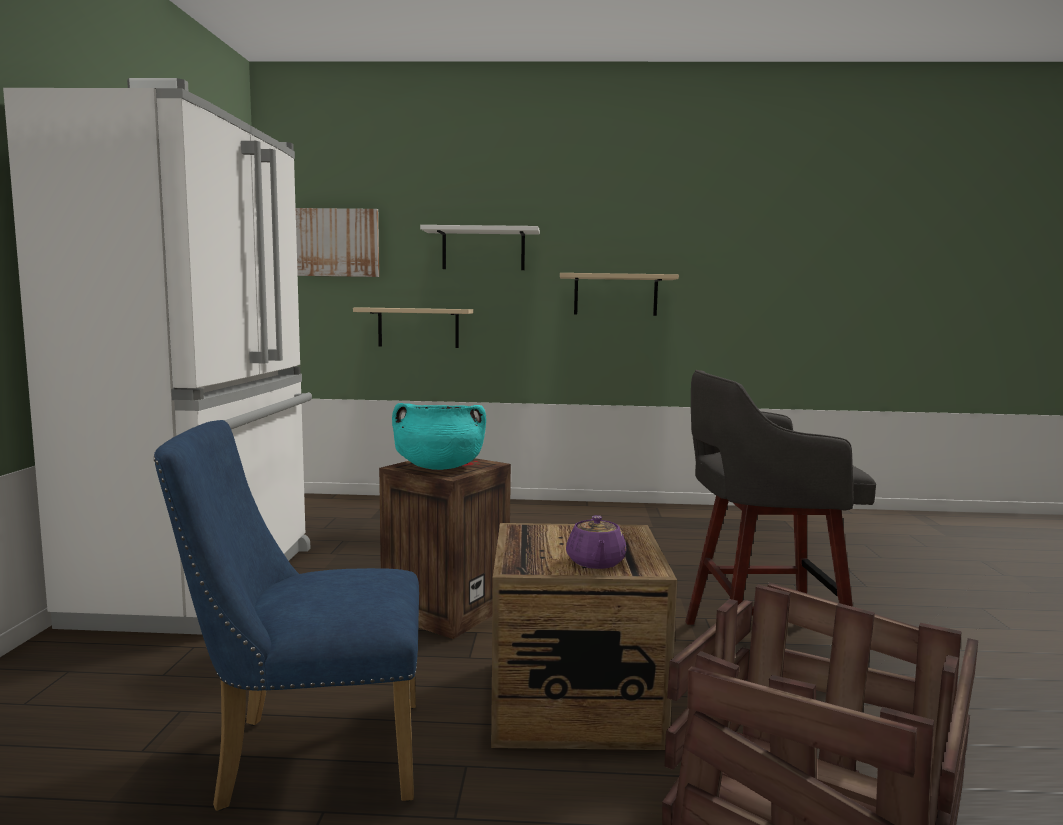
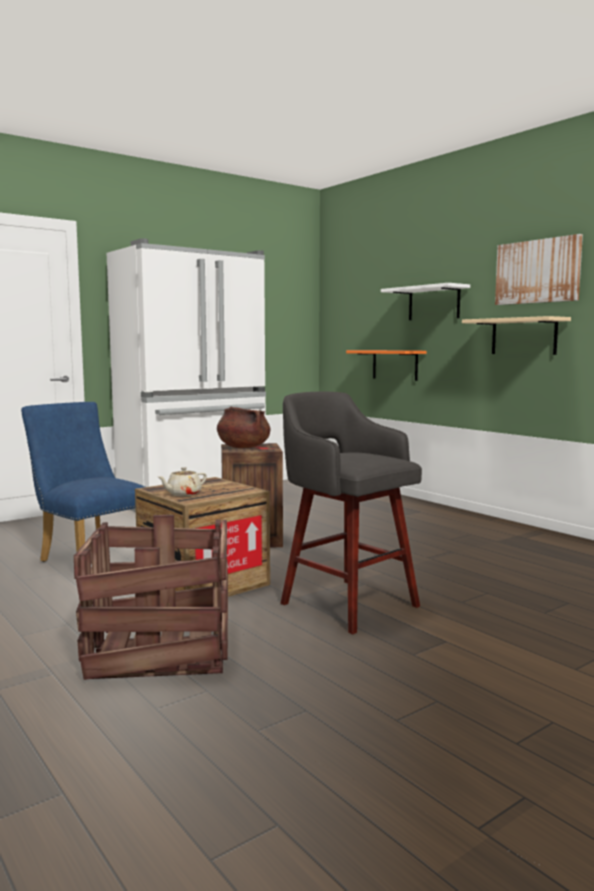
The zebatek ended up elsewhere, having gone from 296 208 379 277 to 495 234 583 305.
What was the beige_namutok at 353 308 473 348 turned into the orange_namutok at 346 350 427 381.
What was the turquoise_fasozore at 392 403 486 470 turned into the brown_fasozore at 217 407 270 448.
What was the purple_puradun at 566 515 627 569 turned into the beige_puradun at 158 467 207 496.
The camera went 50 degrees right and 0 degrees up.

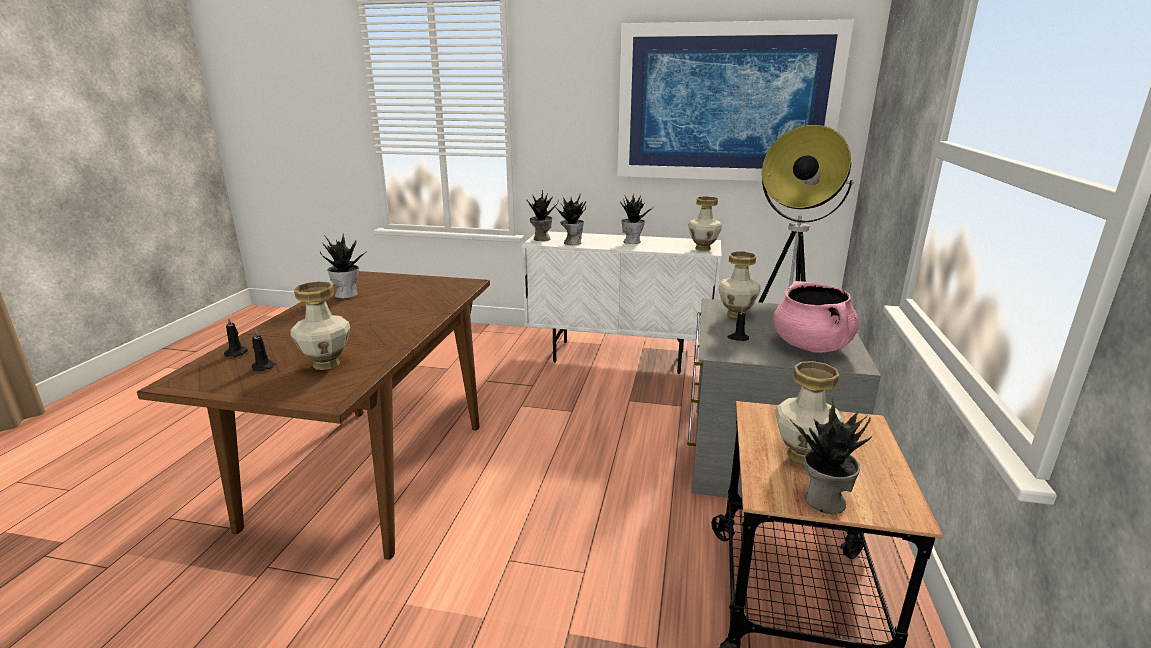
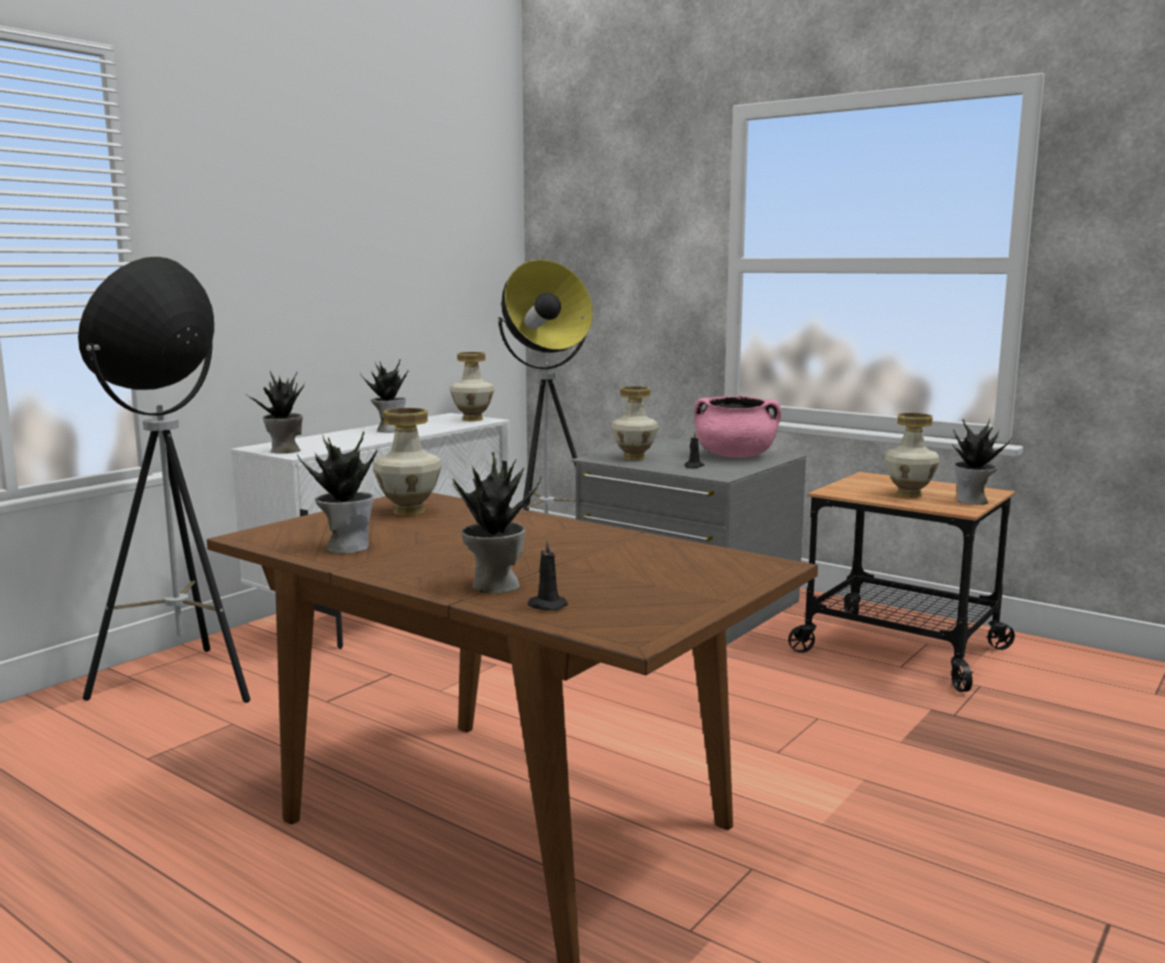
The second view lost the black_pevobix at 252 329 275 371.
The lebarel ended up elsewhere, having gone from 291 281 350 370 to 373 408 442 516.
The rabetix ended up elsewhere, having gone from 554 194 586 245 to 452 452 541 594.
The second view lost the zebatek at 617 19 854 181.
The second view gained the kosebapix at 78 256 250 703.
The camera went 65 degrees left and 10 degrees down.

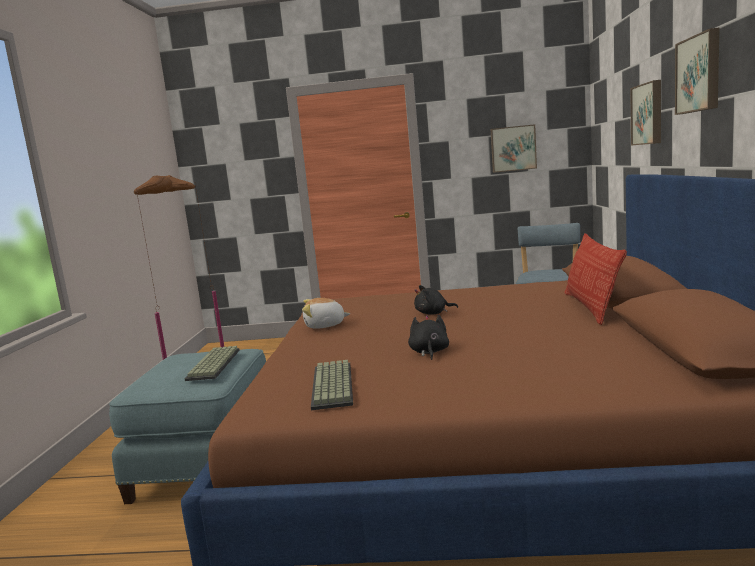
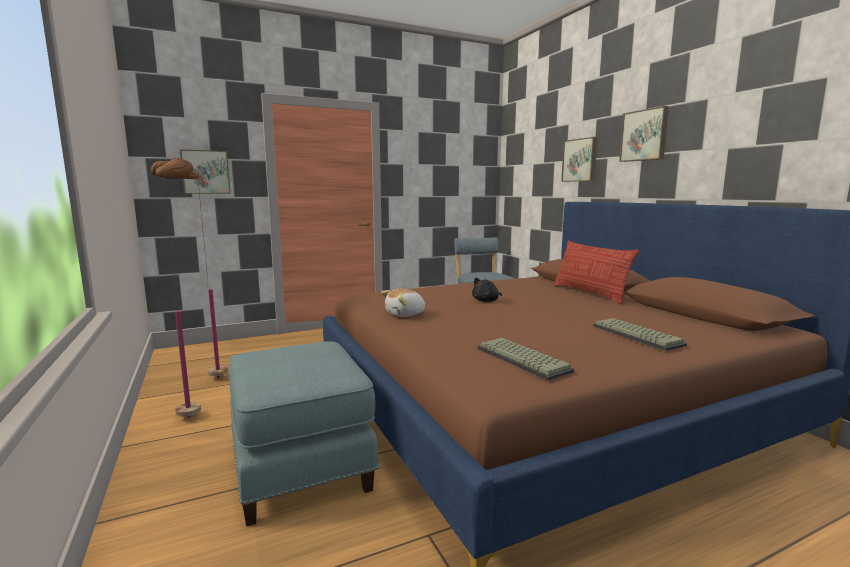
The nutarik ended up elsewhere, having gone from 185 346 240 381 to 593 318 687 351.
The second view lost the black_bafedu at 408 315 449 360.
The zebatek ended up elsewhere, having gone from 491 124 537 173 to 180 149 231 194.
The camera went 30 degrees left and 0 degrees up.

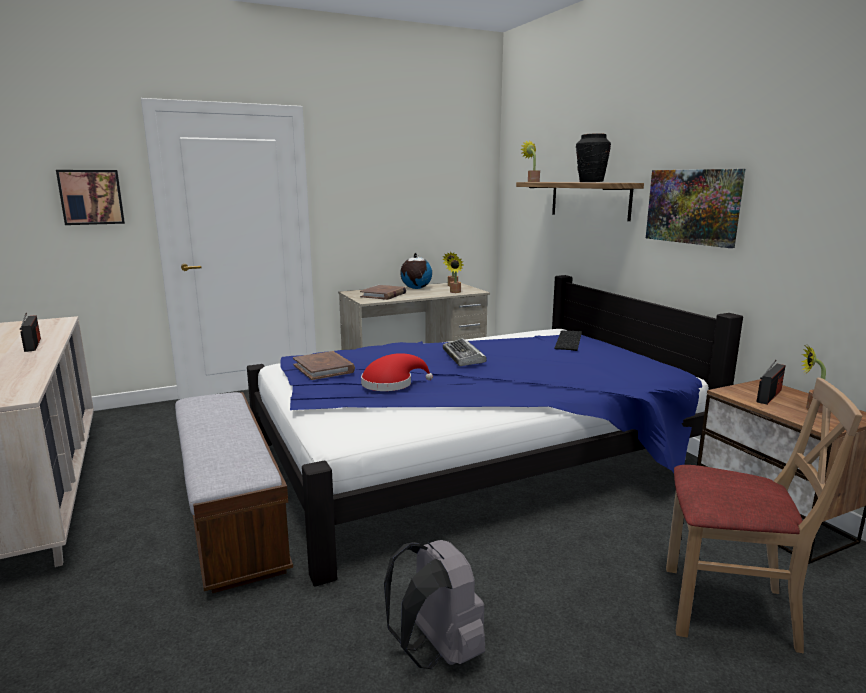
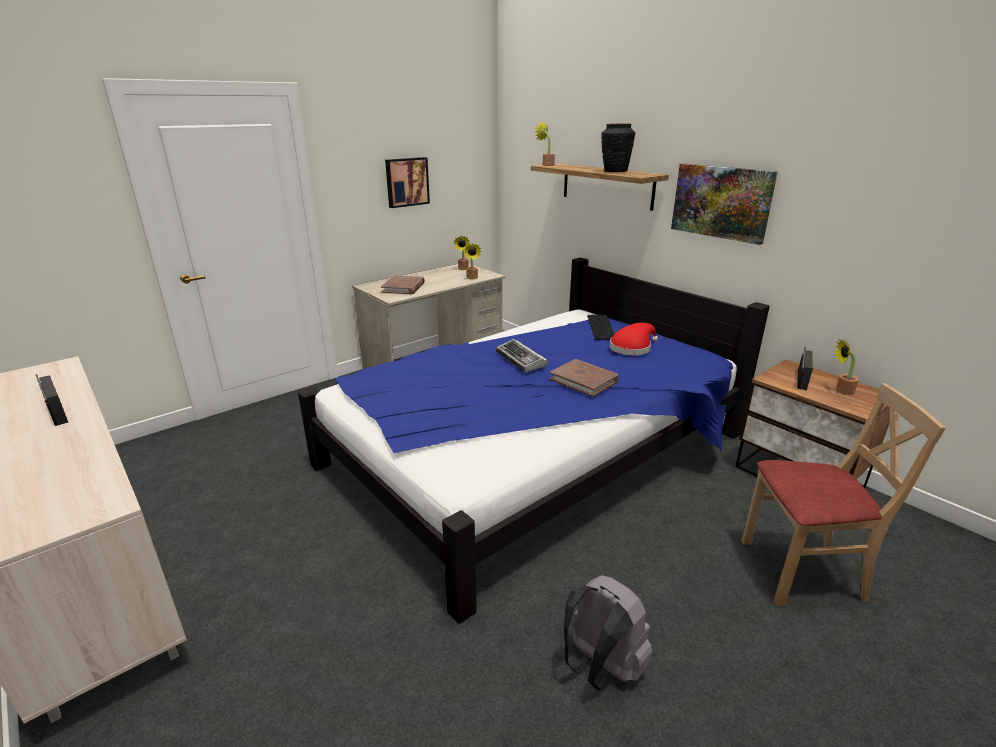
The zebatek ended up elsewhere, having gone from 56 170 125 225 to 385 157 430 208.
The second view lost the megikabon at 175 392 293 593.
The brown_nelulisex ended up elsewhere, having gone from 293 351 355 380 to 550 359 619 397.
The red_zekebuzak ended up elsewhere, having gone from 361 353 433 391 to 610 323 658 356.
The second view lost the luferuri at 400 253 432 289.
The camera went 15 degrees left and 10 degrees up.

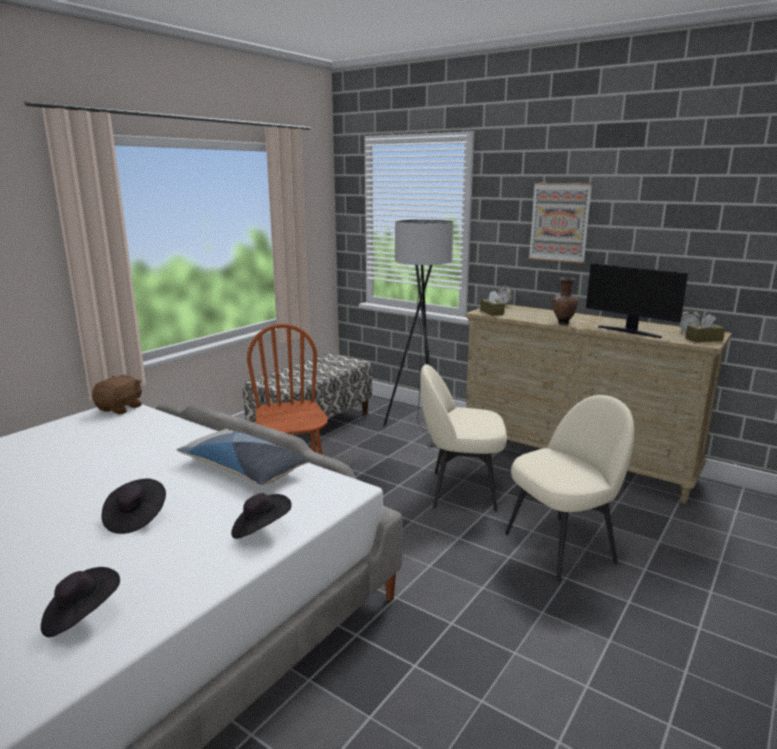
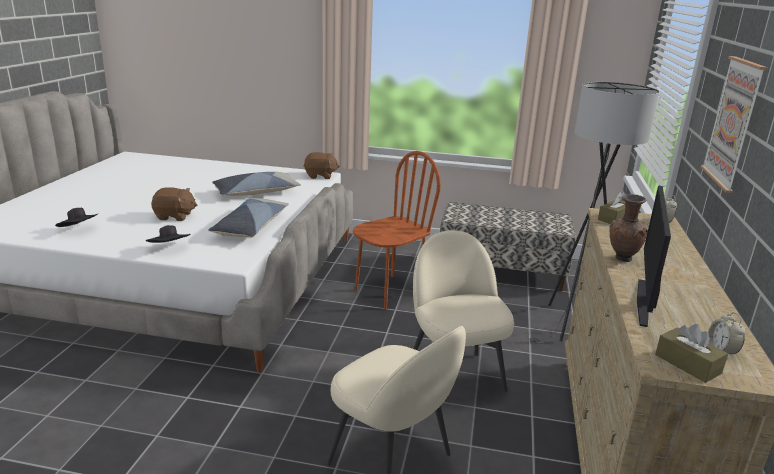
Where the black_zekebuzak stood at 101 478 166 534, the brown_bafedu came to stand at 151 187 197 221.
The second view gained the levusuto at 212 172 301 196.
The camera went 65 degrees right and 5 degrees up.

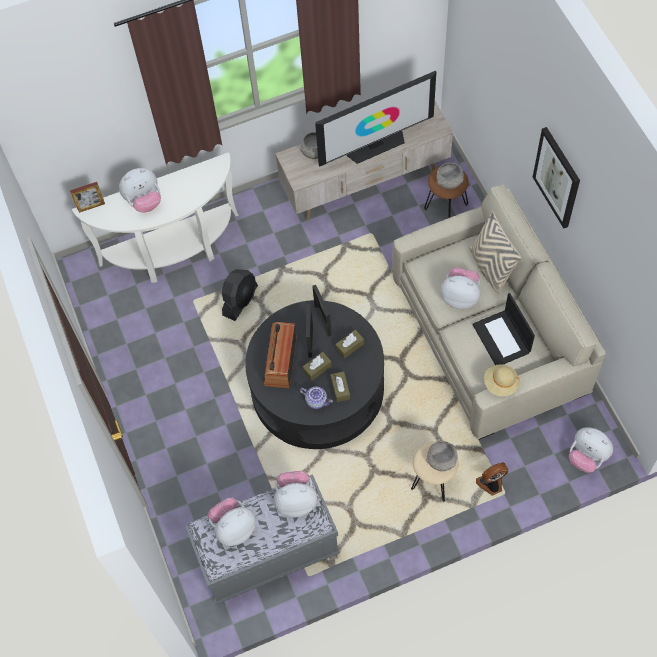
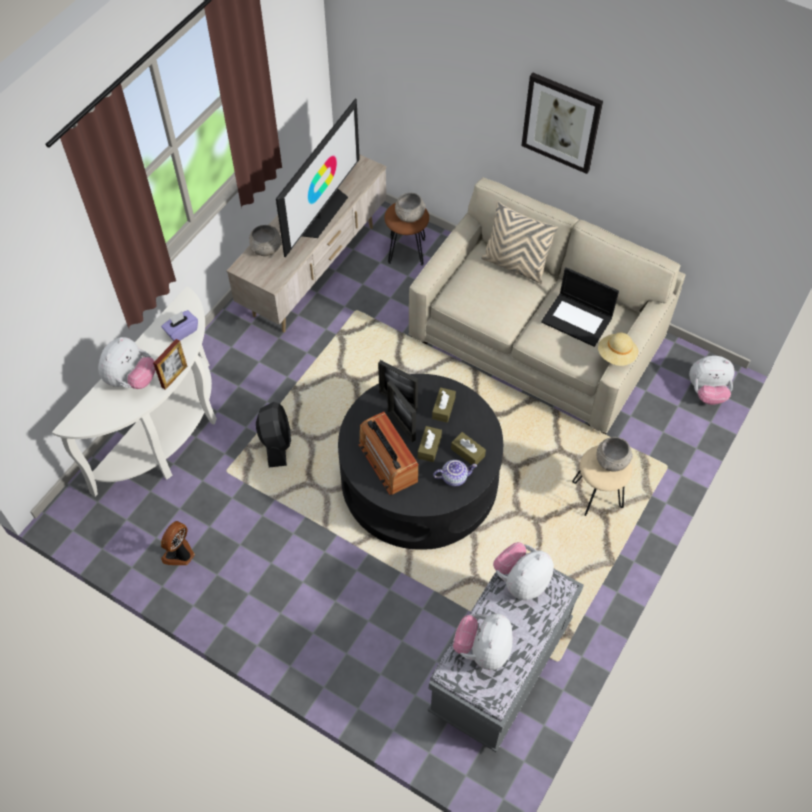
The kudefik ended up elsewhere, having gone from 70 182 105 213 to 153 339 187 390.
The second view lost the bafedu at 441 267 481 309.
The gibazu ended up elsewhere, having gone from 476 463 508 496 to 161 521 195 565.
The second view gained the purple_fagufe at 161 310 198 341.
The camera went 40 degrees left and 5 degrees down.

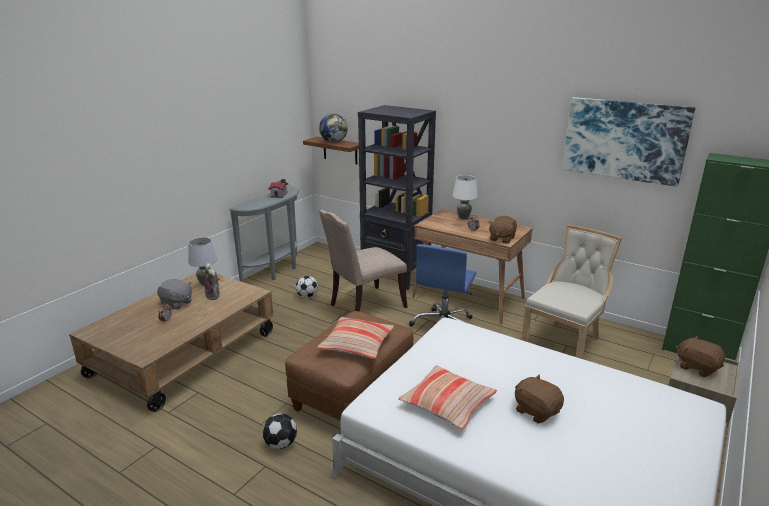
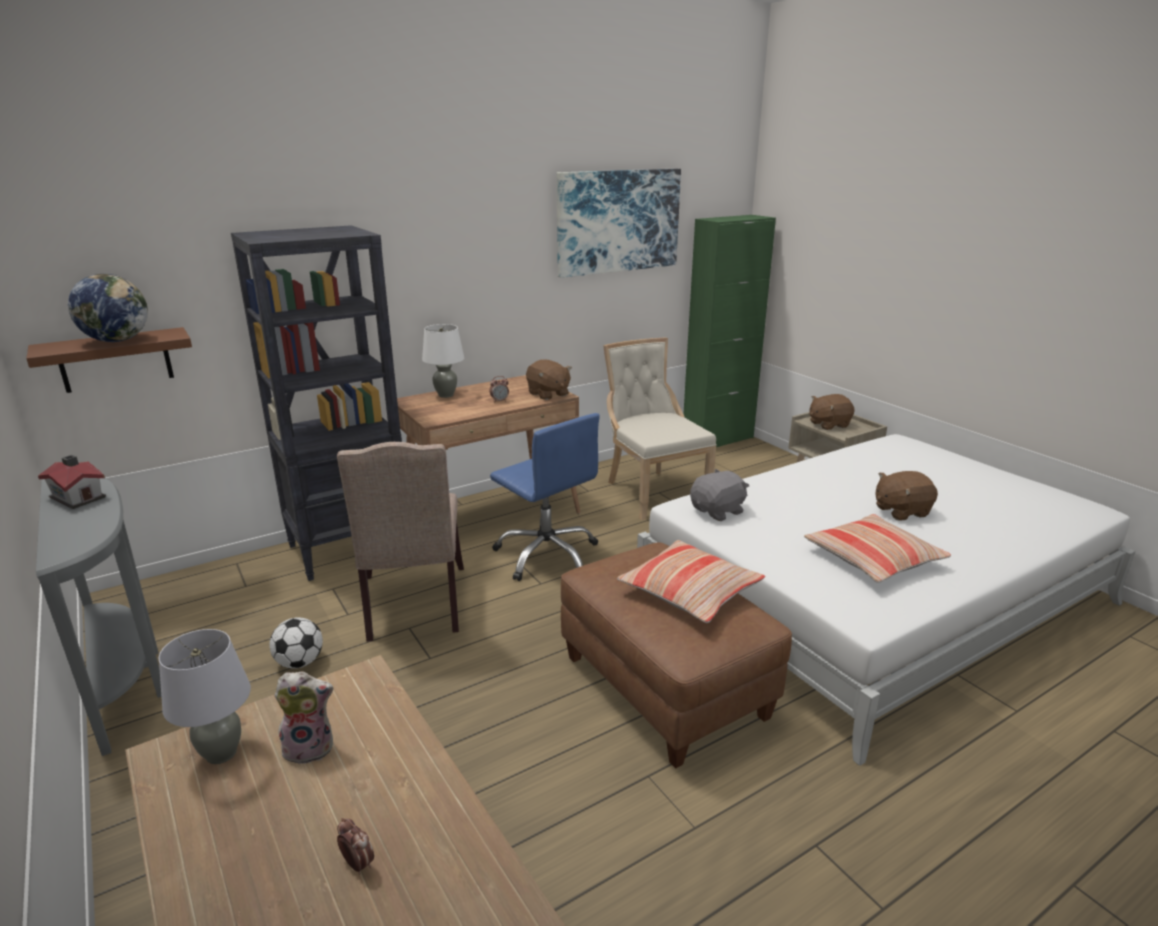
The grey_bafedu ended up elsewhere, having gone from 157 279 192 309 to 690 469 749 521.
The second view lost the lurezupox at 263 413 297 449.
The camera went 65 degrees left and 0 degrees up.

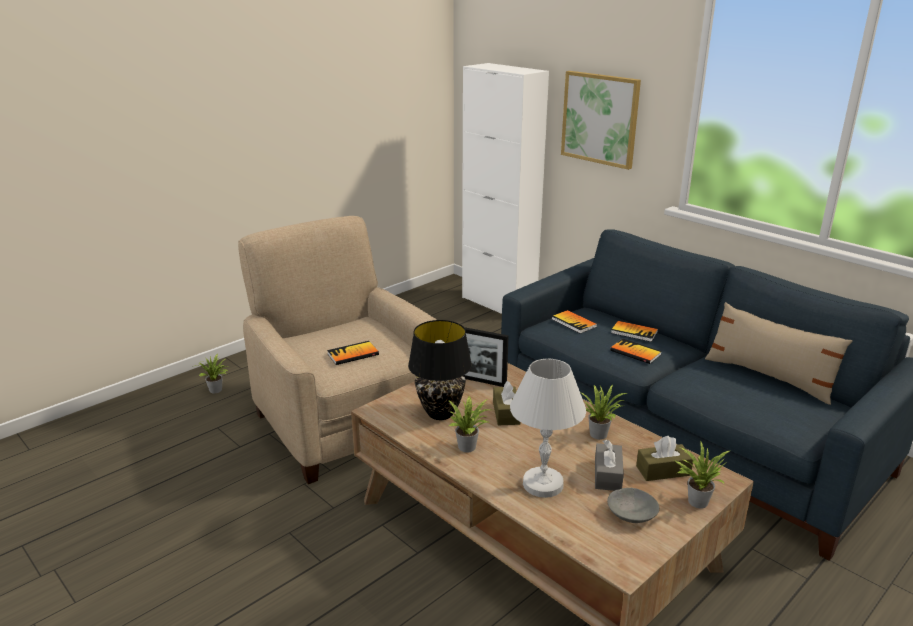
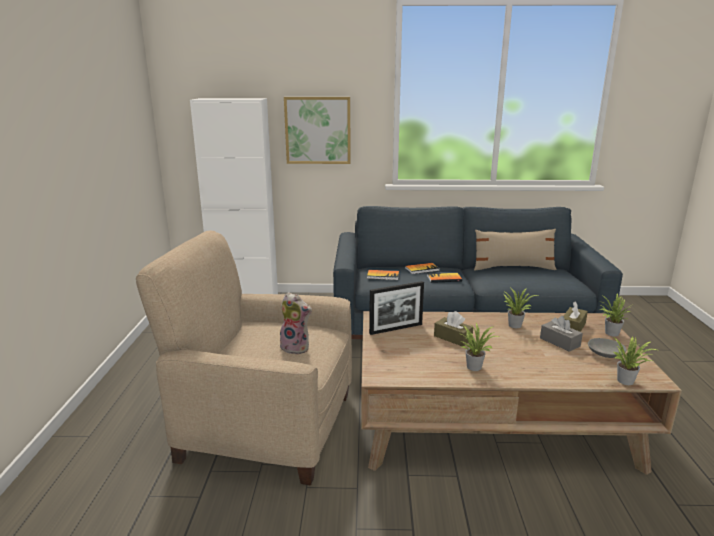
The rabetix ended up elsewhere, having gone from 196 354 229 393 to 614 337 657 385.
Where the nelulisex stood at 327 341 379 365, the bafedu came to stand at 280 292 312 355.
The second view lost the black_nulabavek at 408 320 472 420.
The second view lost the white_nulabavek at 510 359 586 498.
The camera went 45 degrees left and 5 degrees down.

